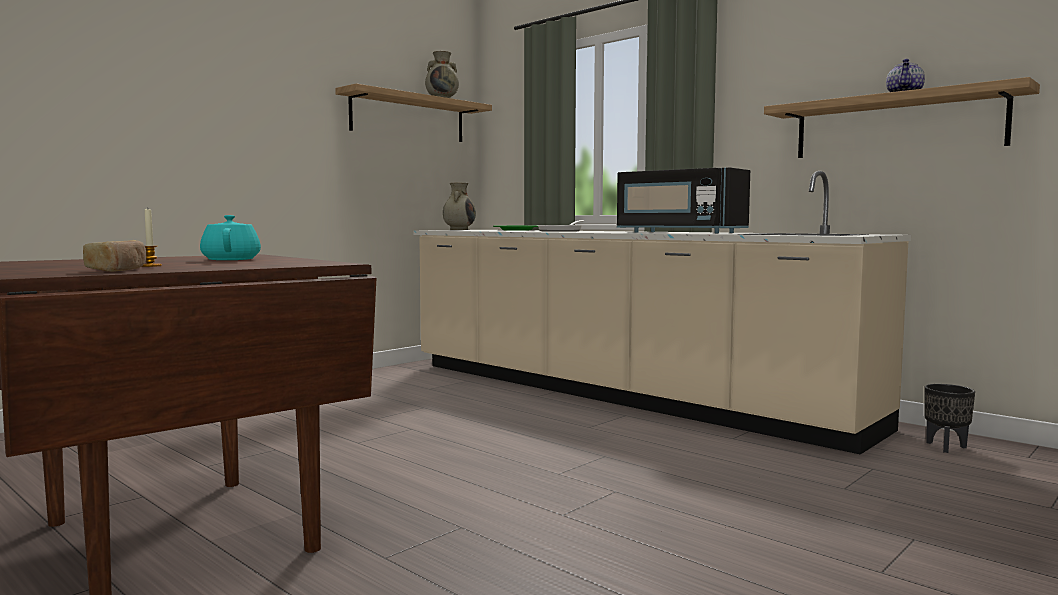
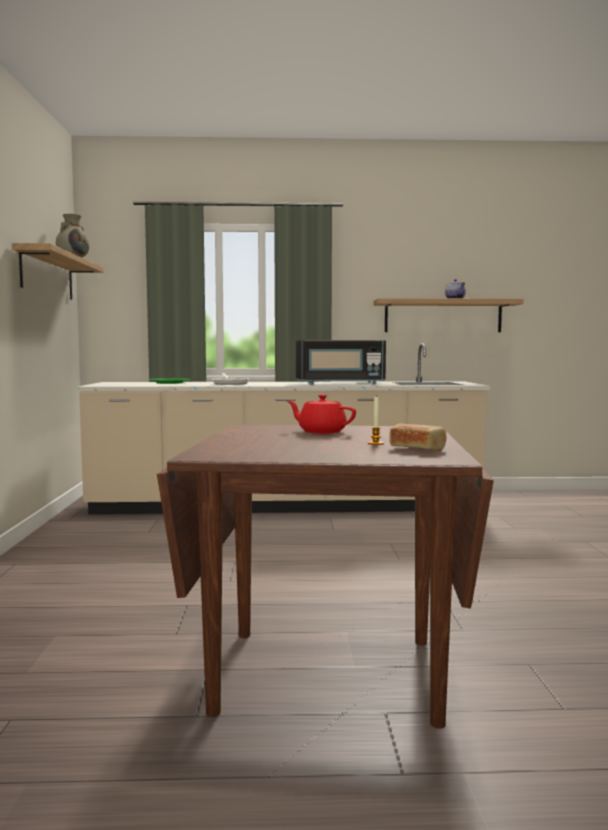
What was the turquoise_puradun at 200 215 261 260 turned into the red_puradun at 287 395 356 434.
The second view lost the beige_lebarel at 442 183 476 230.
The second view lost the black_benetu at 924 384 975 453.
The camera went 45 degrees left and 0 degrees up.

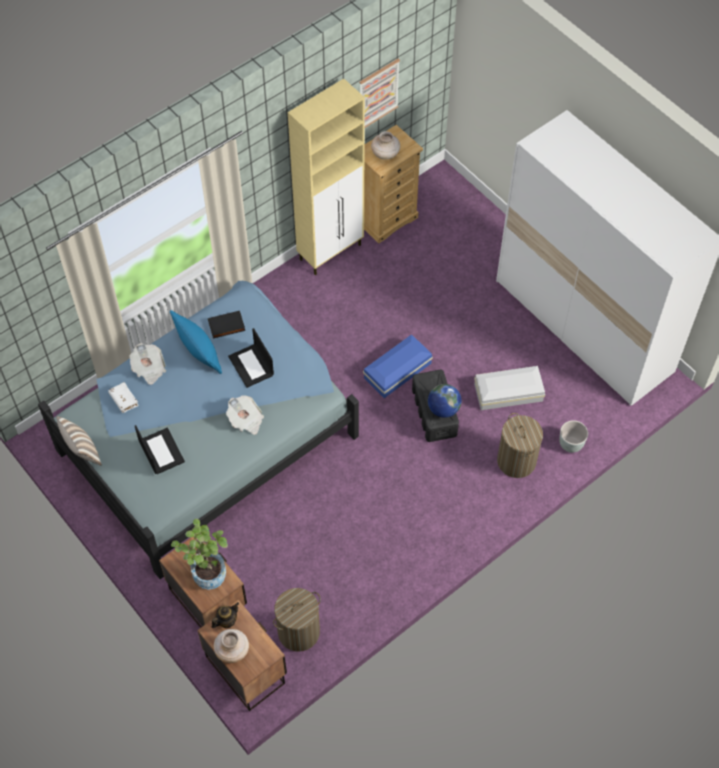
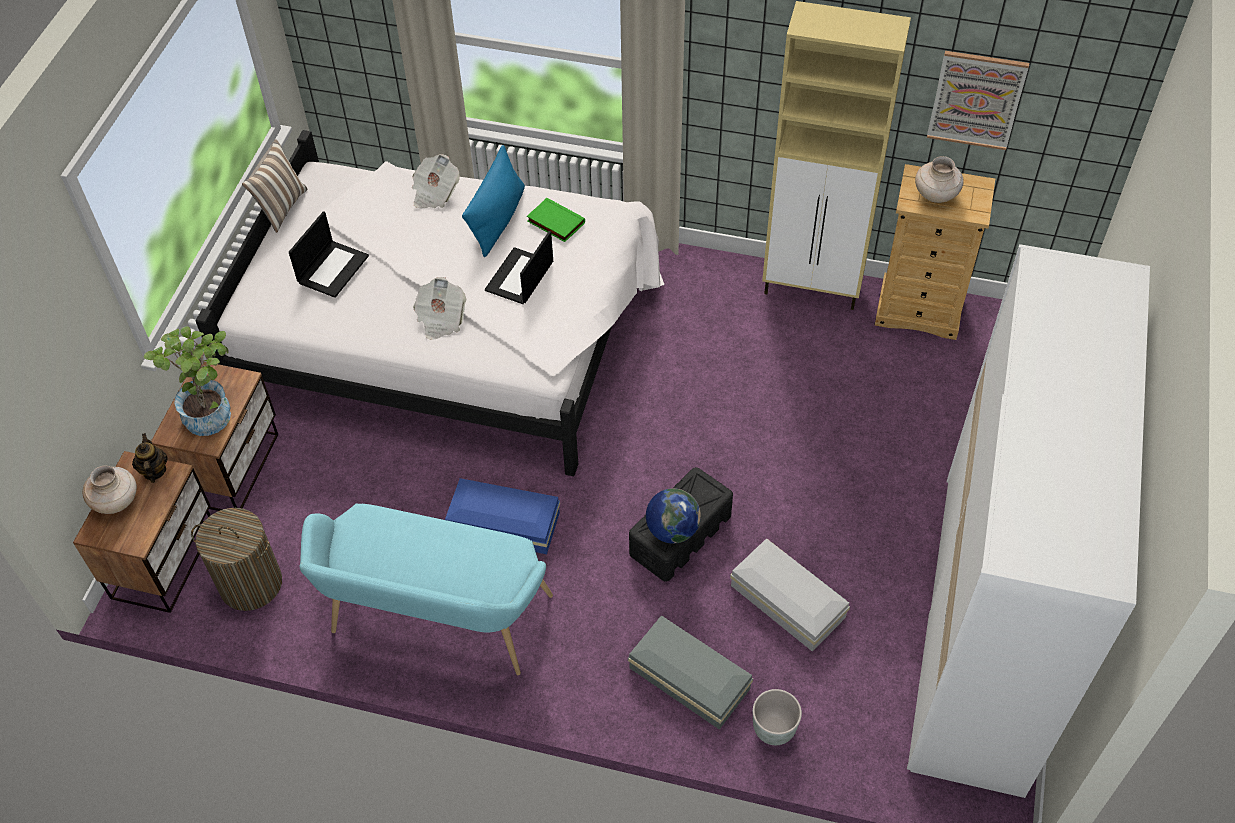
What was the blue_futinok at 38 281 359 579 turned into the white_futinok at 195 130 664 476.
The second view lost the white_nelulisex at 108 382 139 413.
What was the black_nelulisex at 208 311 245 339 turned into the green_nelulisex at 527 198 585 242.
The puradun at 212 602 239 628 ended up facing another way, 120 degrees counterclockwise from before.
The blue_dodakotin ended up elsewhere, having gone from 363 334 433 398 to 445 478 560 554.
Where the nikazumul stood at 497 413 543 478, the grey_dodakotin came to stand at 628 615 753 730.
The second view gained the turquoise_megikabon at 300 503 553 675.
The camera went 55 degrees right and 5 degrees down.

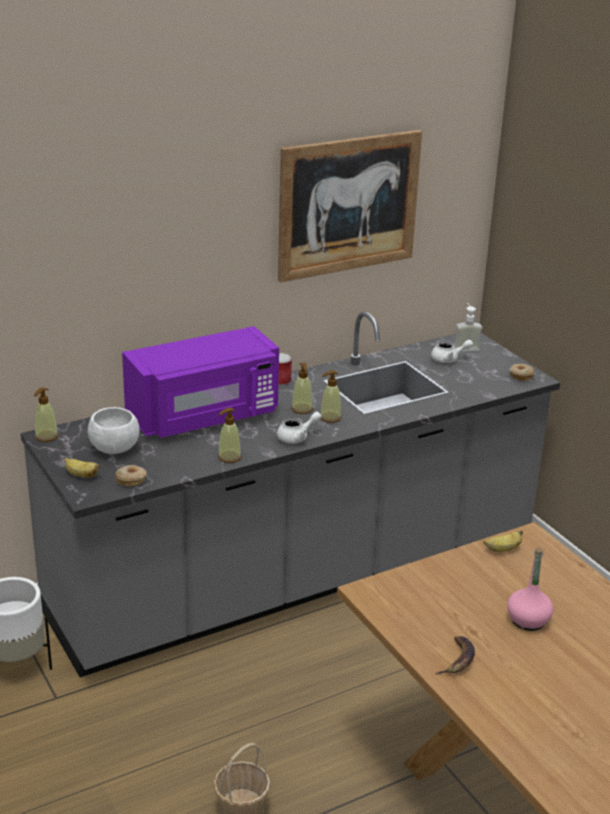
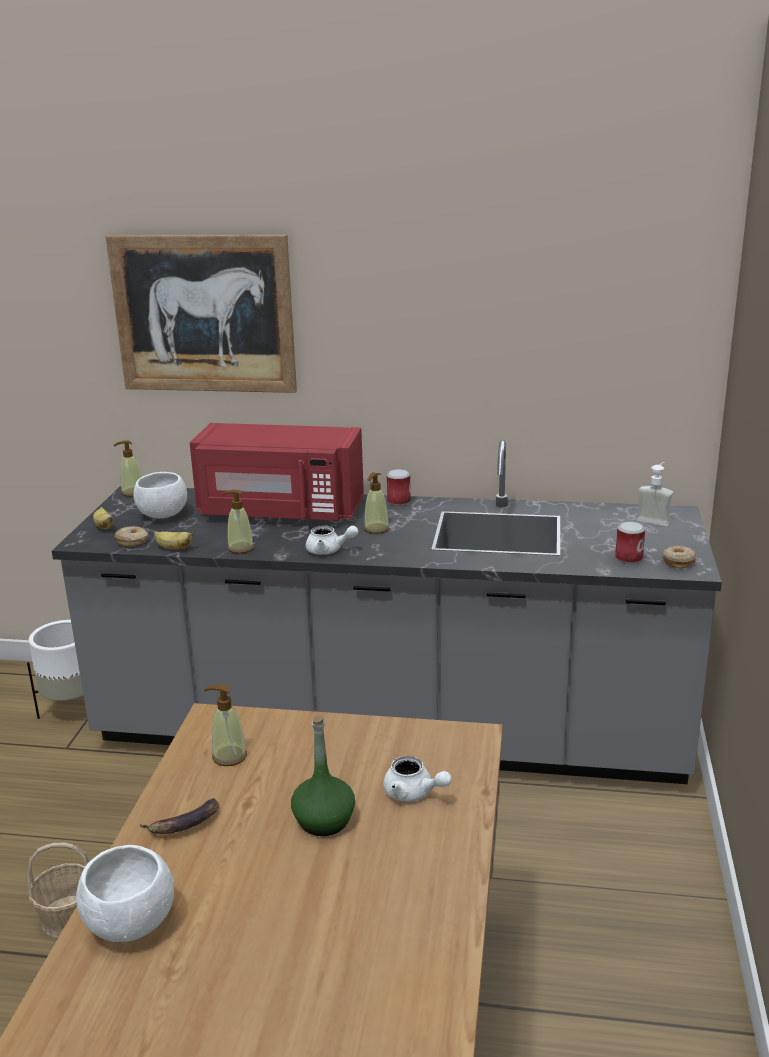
What was the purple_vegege at 122 326 279 438 turned into the red_vegege at 190 423 364 521.
The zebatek ended up elsewhere, having gone from 278 130 422 282 to 106 235 297 393.
The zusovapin ended up elsewhere, having gone from 320 370 342 423 to 204 684 247 766.
The white_puradun ended up elsewhere, having gone from 431 340 473 363 to 383 756 452 802.
The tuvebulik ended up elsewhere, having gone from 484 530 523 552 to 154 531 194 549.
What was the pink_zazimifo at 507 547 553 631 turned into the green_zazimifo at 291 716 355 836.
The second view gained the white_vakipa at 76 845 174 942.
The second view gained the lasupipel at 615 522 645 564.
The camera went 40 degrees right and 5 degrees down.

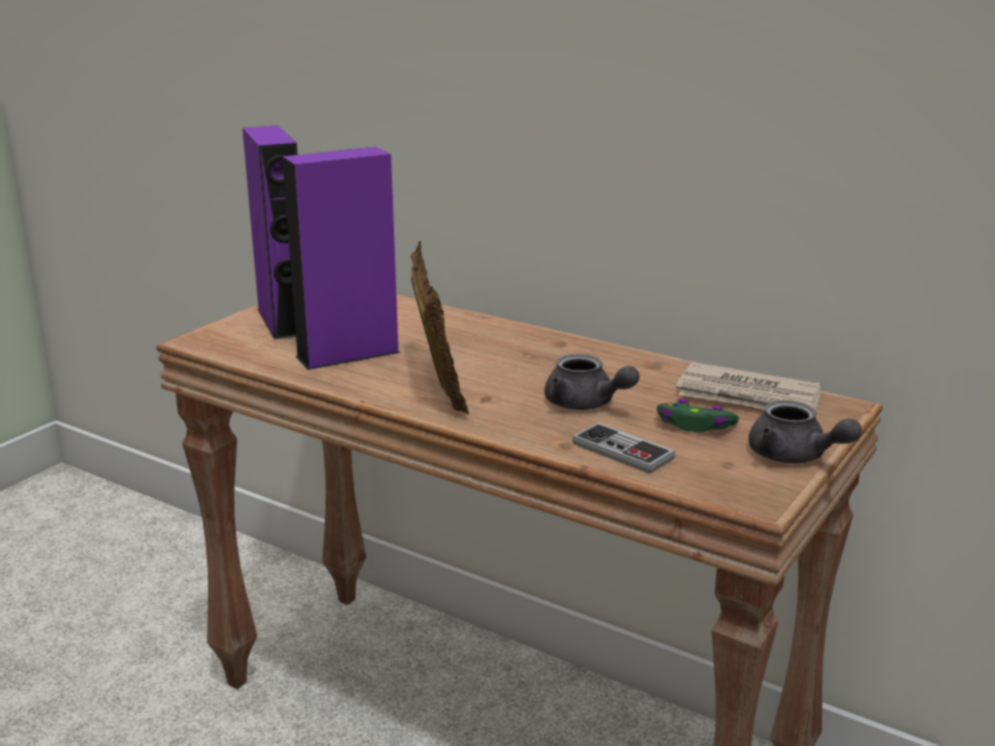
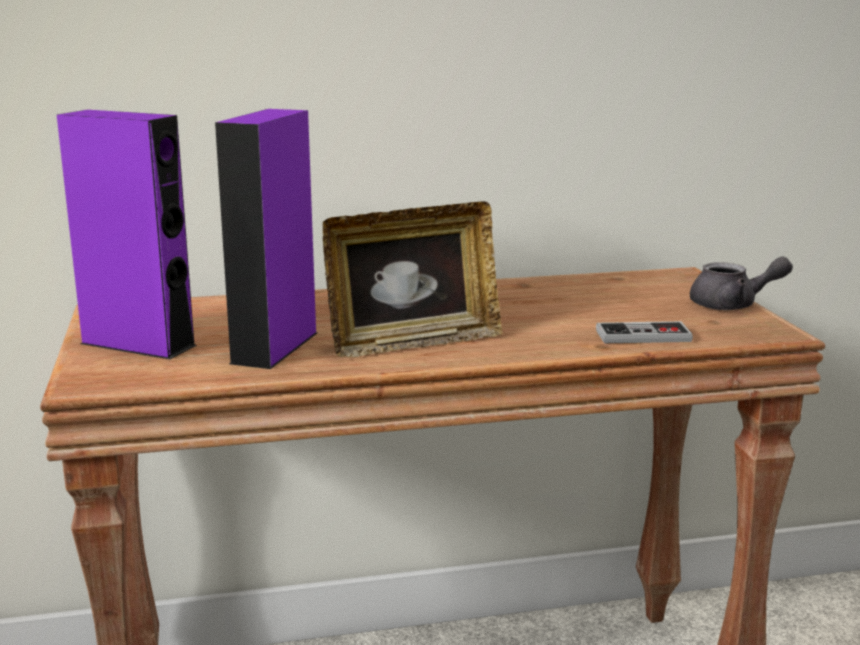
The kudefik at 411 241 469 414 ended up facing another way, 120 degrees clockwise from before.
The second view lost the grey_puradun at 545 354 640 410.
The second view lost the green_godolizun at 657 399 739 432.
The second view lost the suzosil at 676 362 821 411.
The camera went 45 degrees left and 5 degrees down.

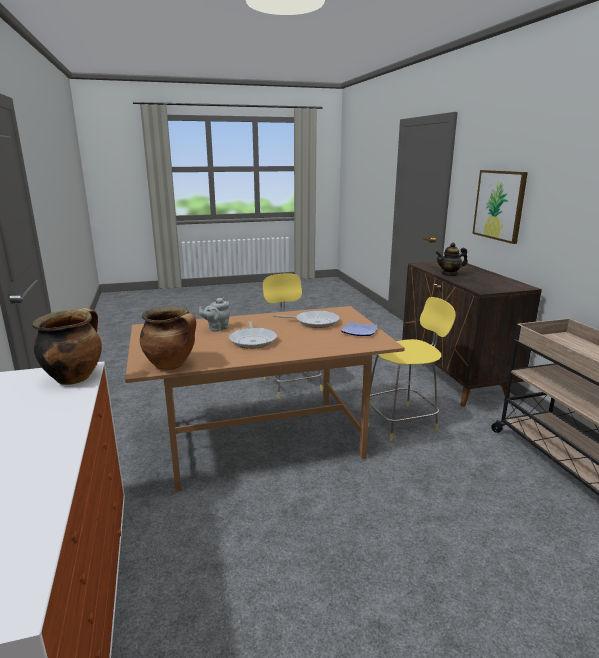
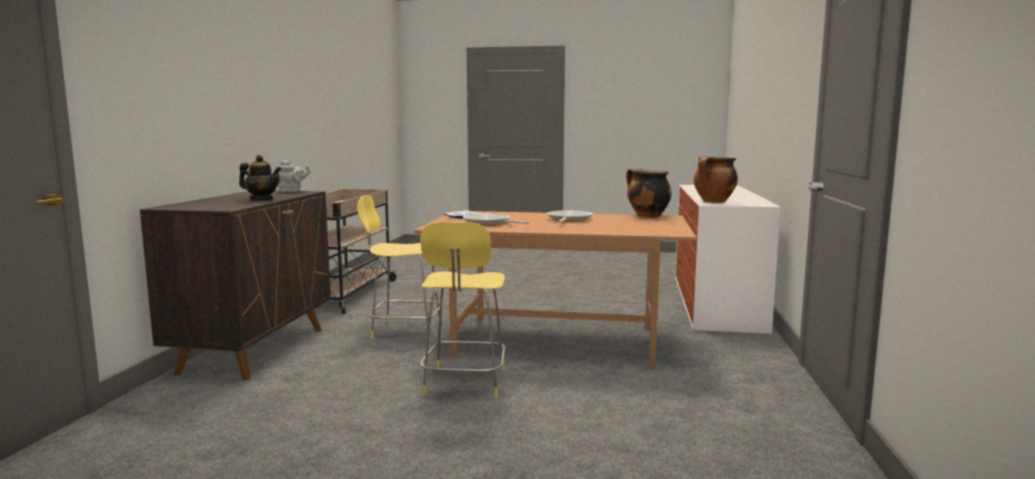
The grey_puradun ended up elsewhere, having gone from 199 297 230 332 to 275 160 311 192.
The second view lost the zebatek at 472 170 528 244.
The camera went 155 degrees left and 10 degrees down.

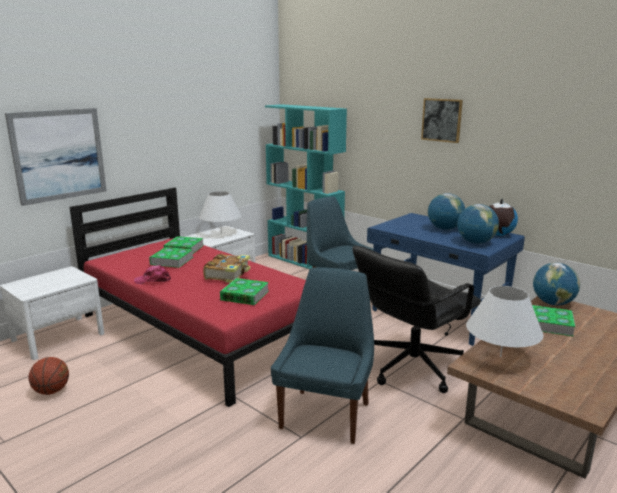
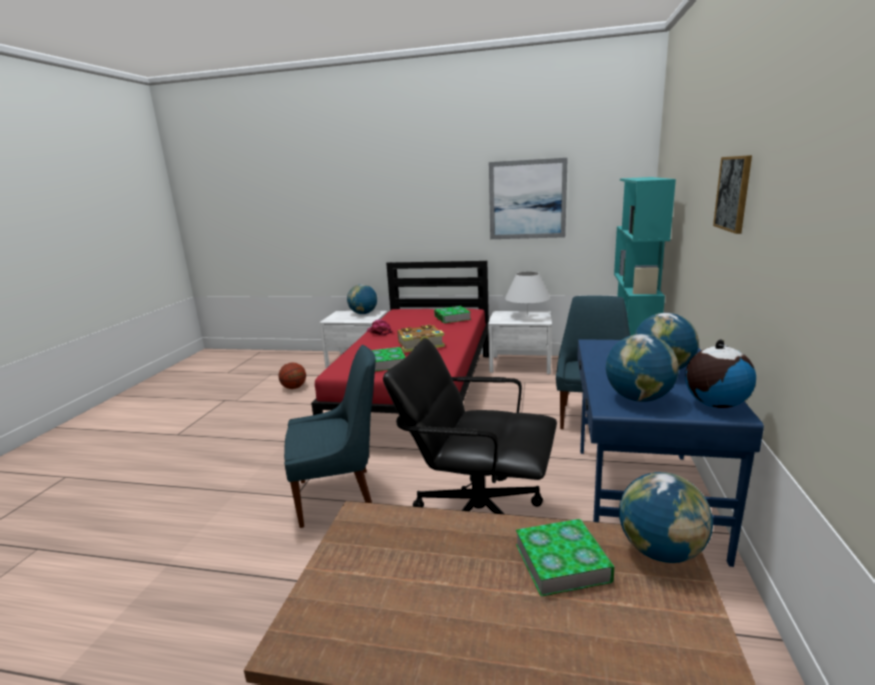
The zebatek ended up elsewhere, having gone from 5 108 107 206 to 489 158 568 239.
The second view lost the nelulisex at 149 247 193 268.
The second view lost the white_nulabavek at 466 286 544 357.
The second view gained the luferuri at 347 284 377 314.
The camera went 60 degrees right and 0 degrees up.

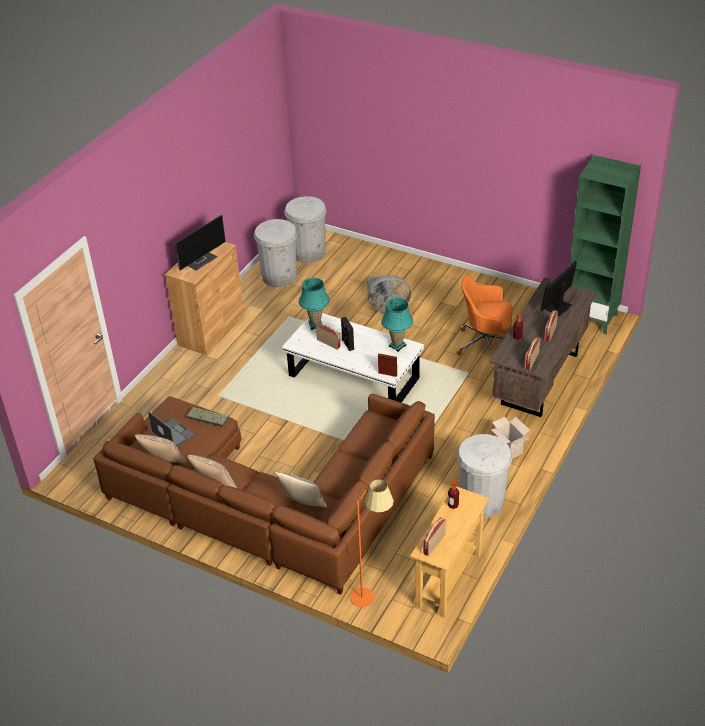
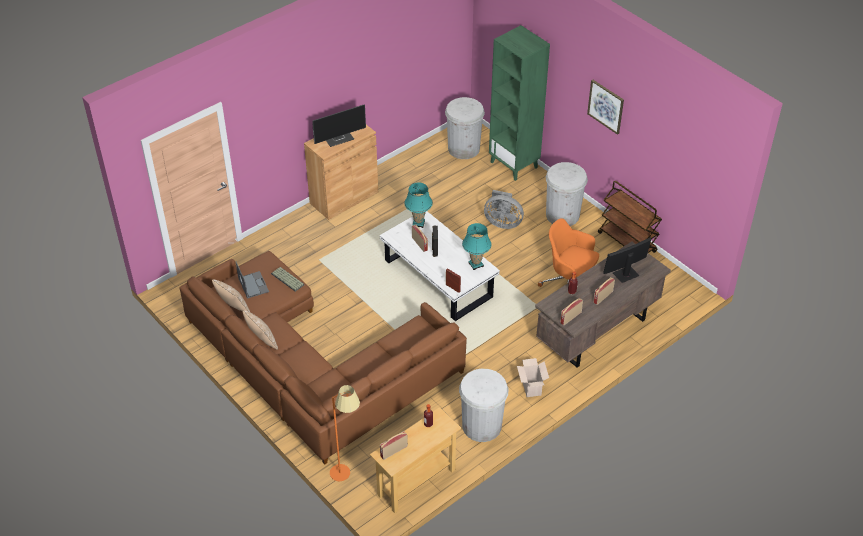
The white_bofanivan ended up elsewhere, having gone from 254 219 297 288 to 546 162 588 226.
The second view lost the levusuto at 275 472 327 508.
The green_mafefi ended up elsewhere, having gone from 570 155 641 334 to 489 25 550 181.
The second view gained the zebatek at 587 80 624 135.
The second view gained the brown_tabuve at 598 181 662 253.
The camera went 20 degrees right and 5 degrees up.

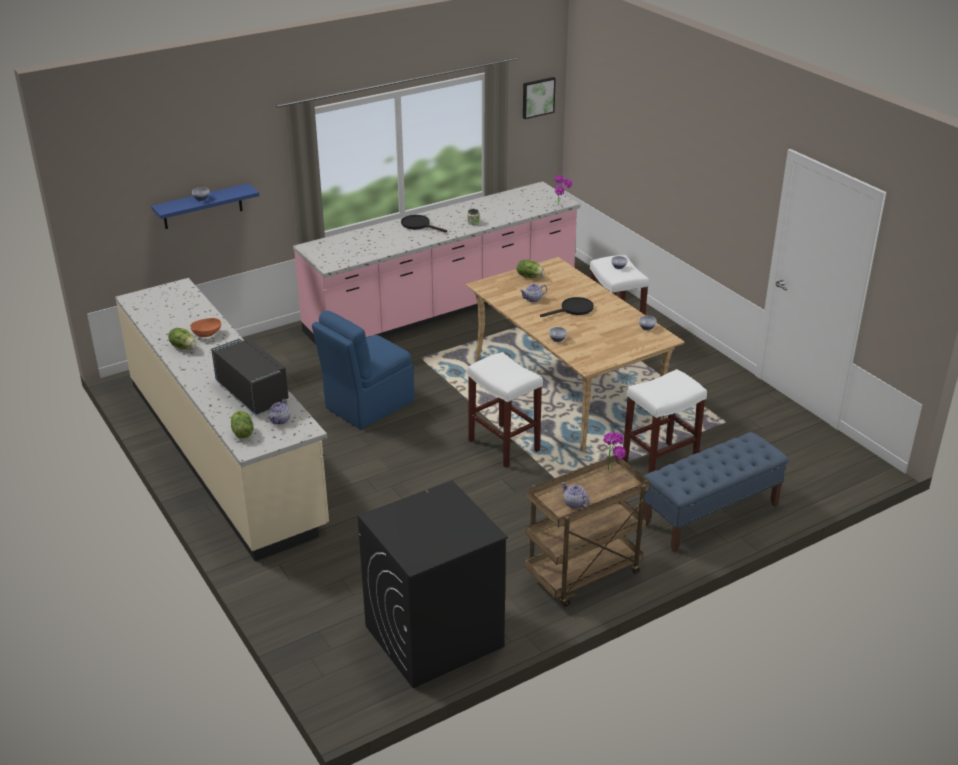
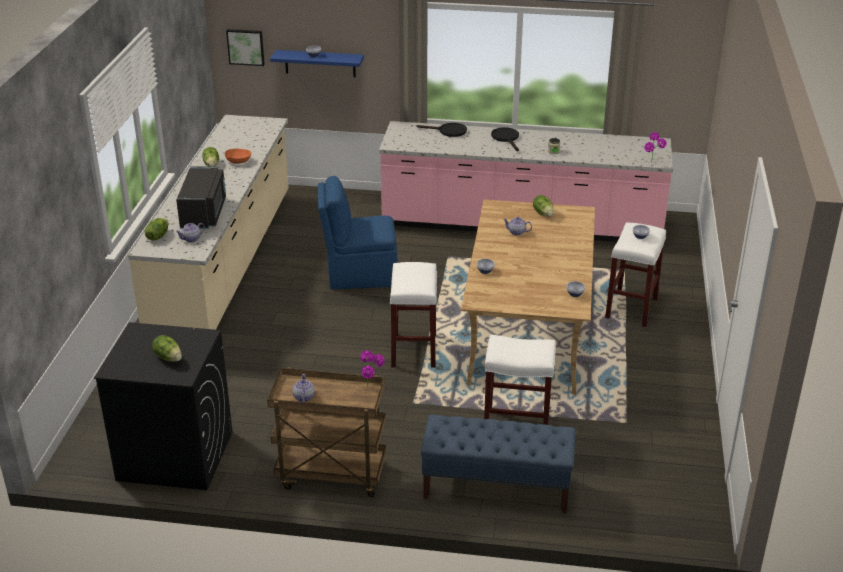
The zebatek ended up elsewhere, having gone from 523 77 556 119 to 226 29 265 66.
The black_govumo ended up elsewhere, having gone from 540 297 594 317 to 416 123 467 137.
The second view gained the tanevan at 152 335 182 362.
The camera went 40 degrees right and 0 degrees up.

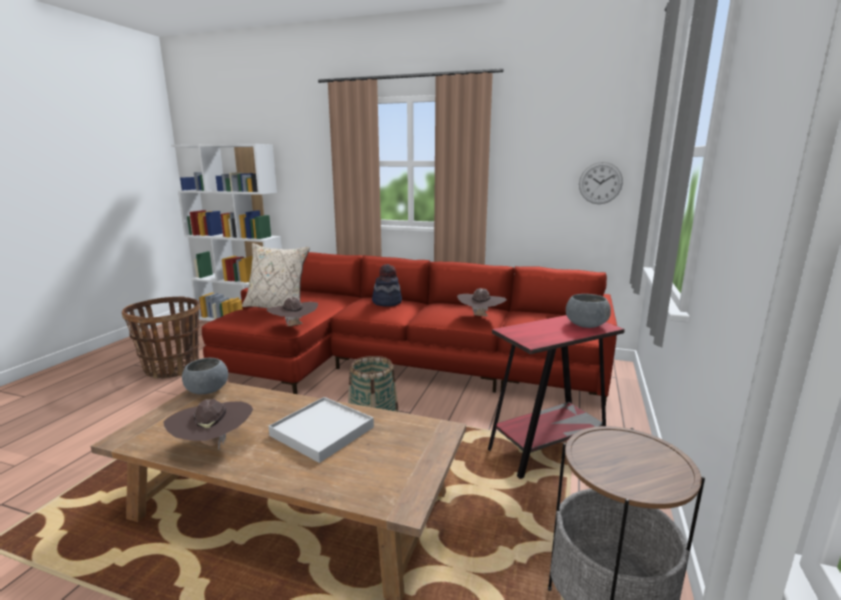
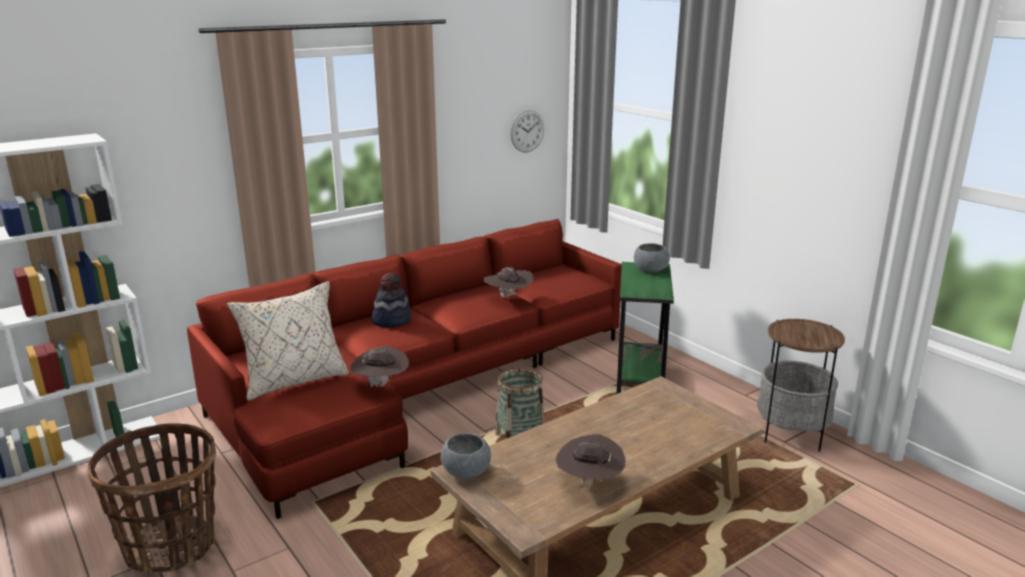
The second view lost the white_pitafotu at 268 397 374 463.
What was the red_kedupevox at 488 315 625 479 turned into the green_kedupevox at 617 262 674 394.
The camera went 55 degrees left and 5 degrees up.

